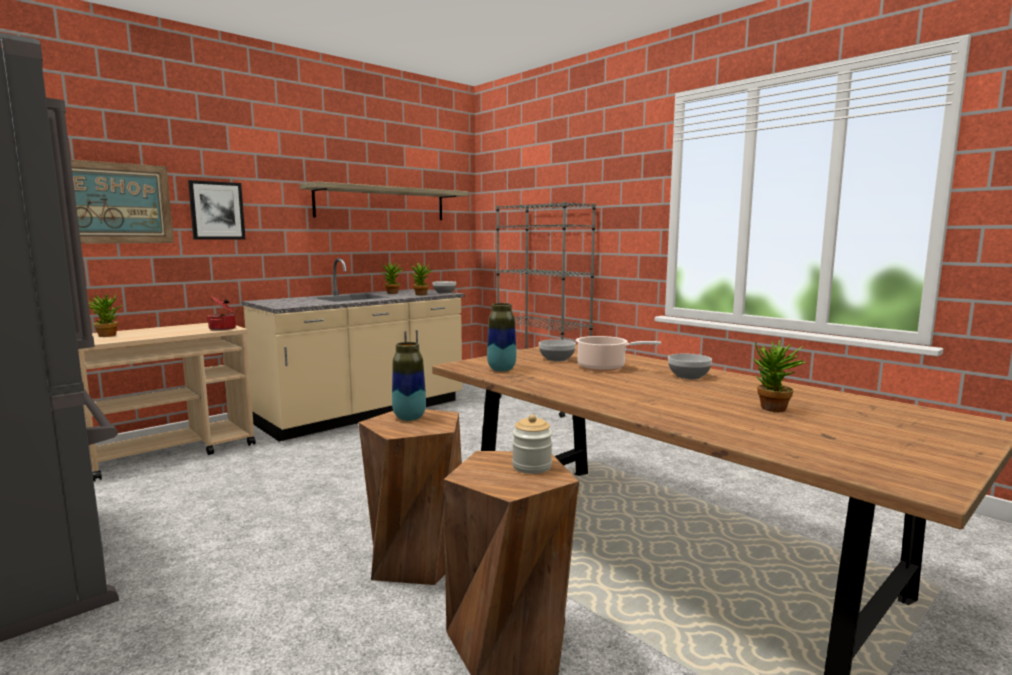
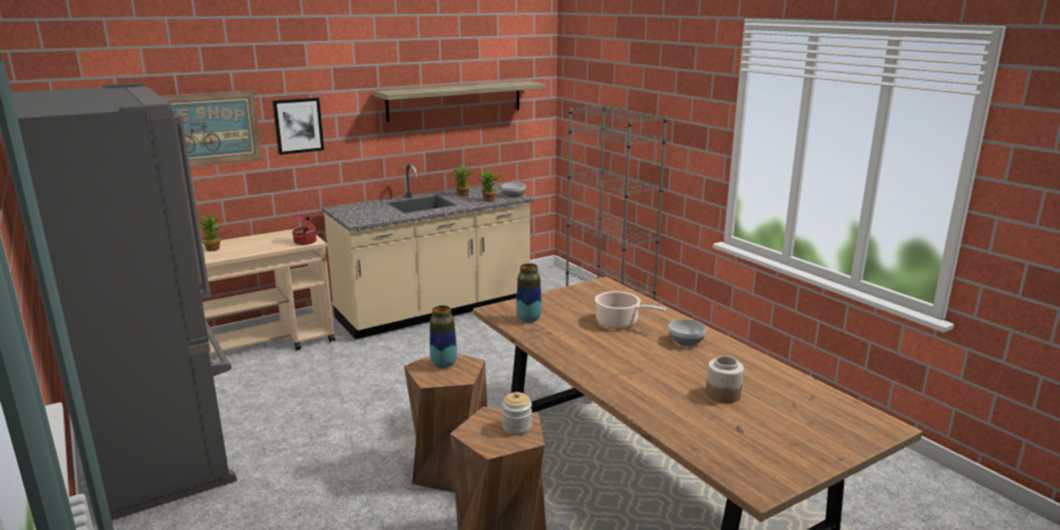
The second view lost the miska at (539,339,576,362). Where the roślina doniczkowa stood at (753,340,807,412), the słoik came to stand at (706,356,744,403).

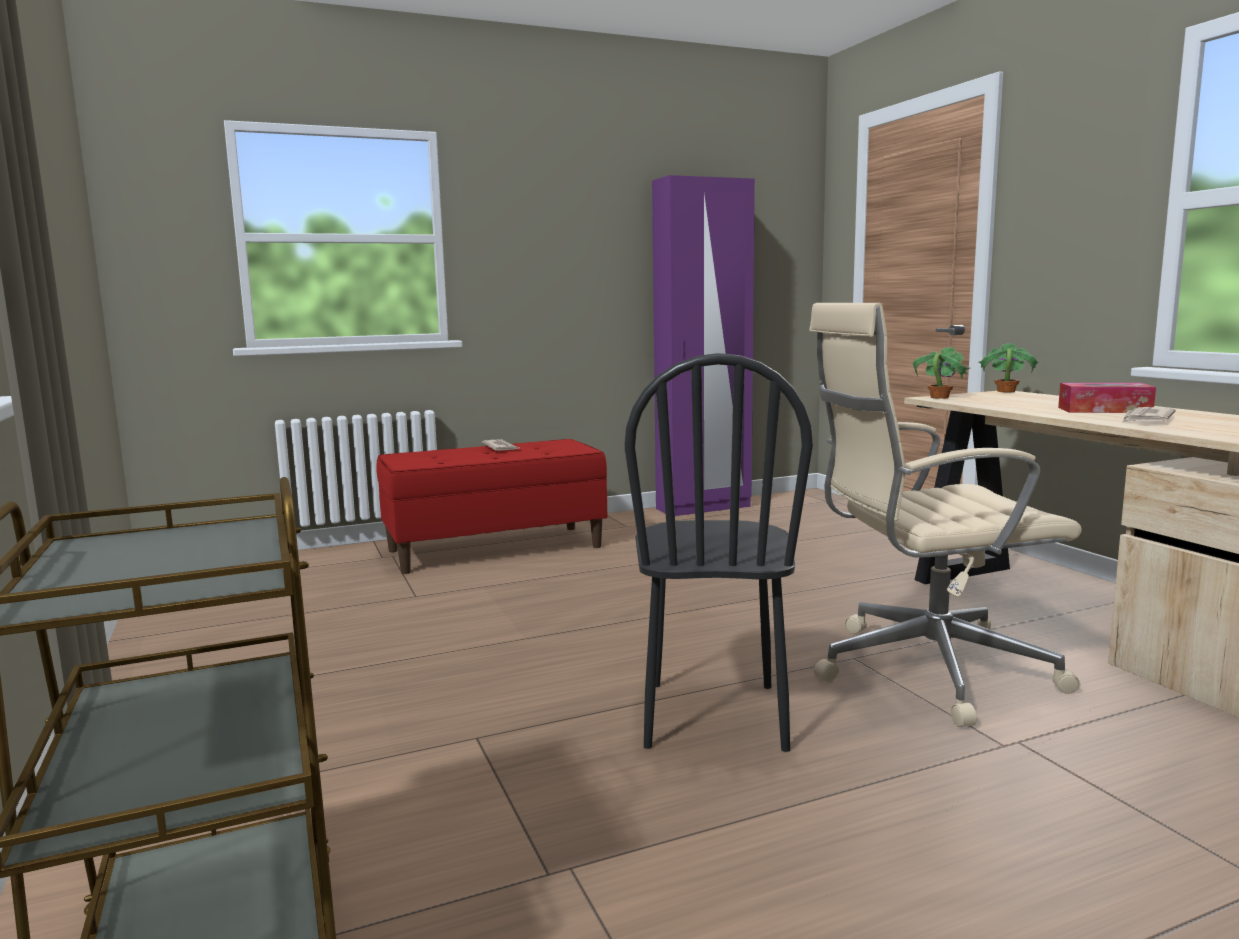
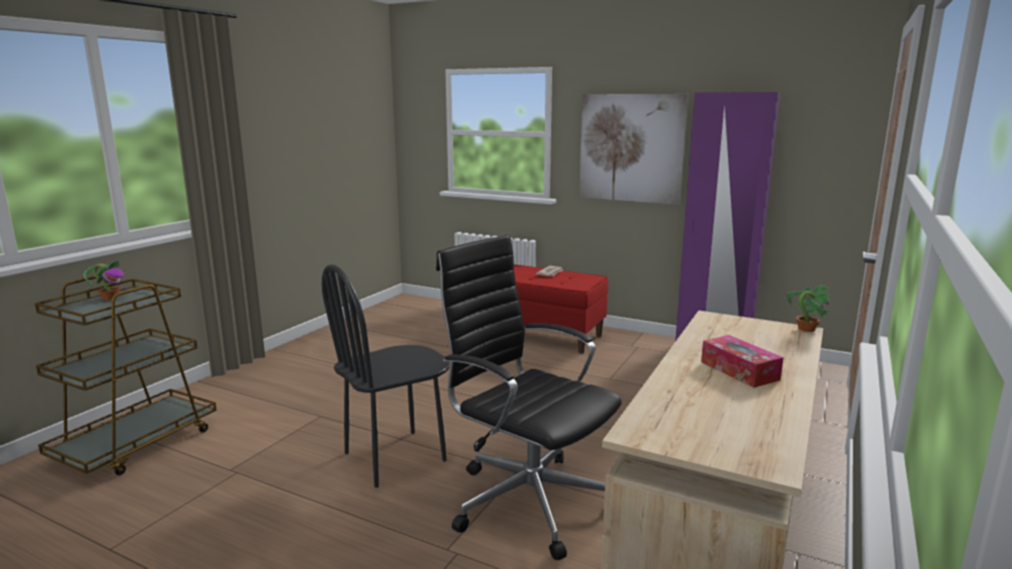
The second view lost the gazeta at (1122,407,1176,423). The second view gained the obraz at (579,94,688,205). The roślina doniczkowa ended up elsewhere, having gone from (913,346,970,399) to (83,261,124,300). What was the krzesło biurowe (beżowy) at (809,303,1082,727) turned into the krzesło biurowe (czarny) at (436,235,622,560).

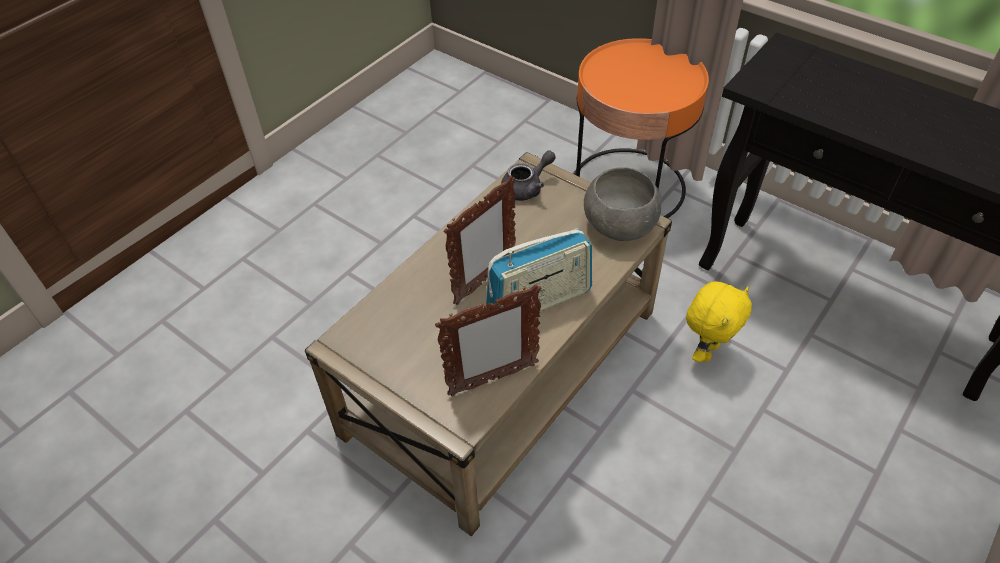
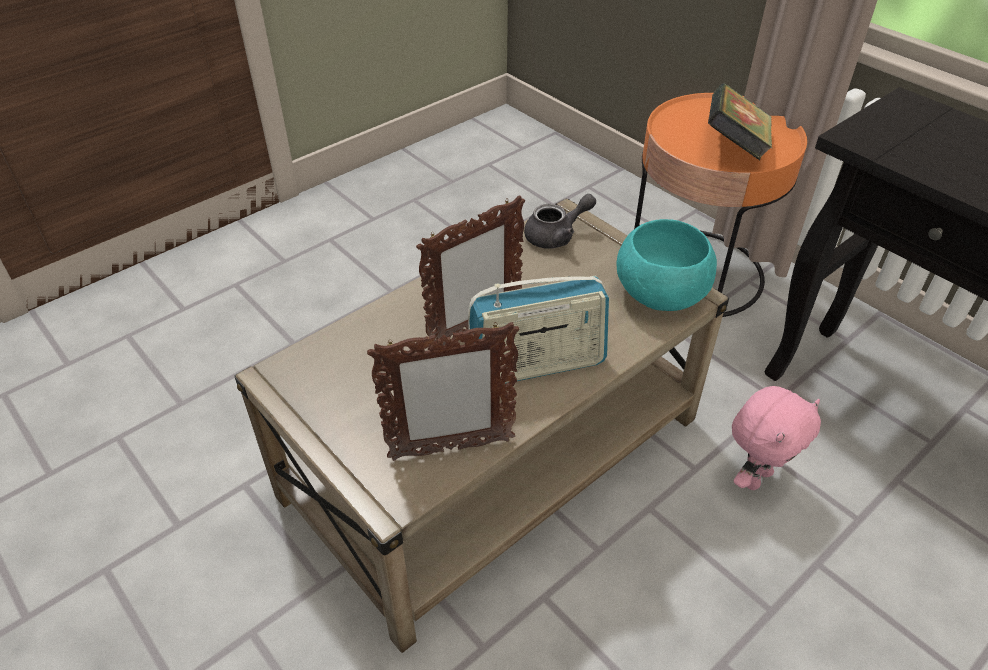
The second view gained the książka at (708,83,772,160). What was the miska (szary) at (584,167,661,241) turned into the miska (turkusowy) at (617,219,717,311). What was the pluszak (żółty) at (686,281,752,363) turned into the pluszak (różowy) at (732,386,821,490).

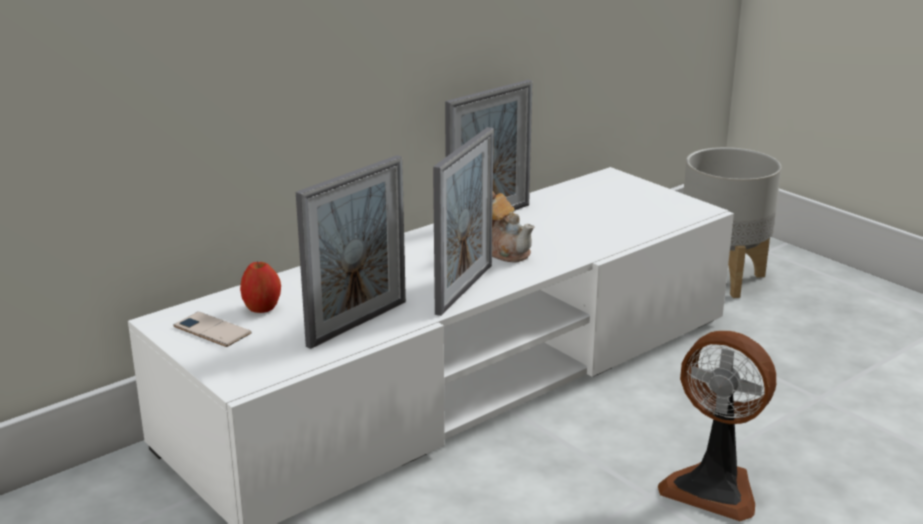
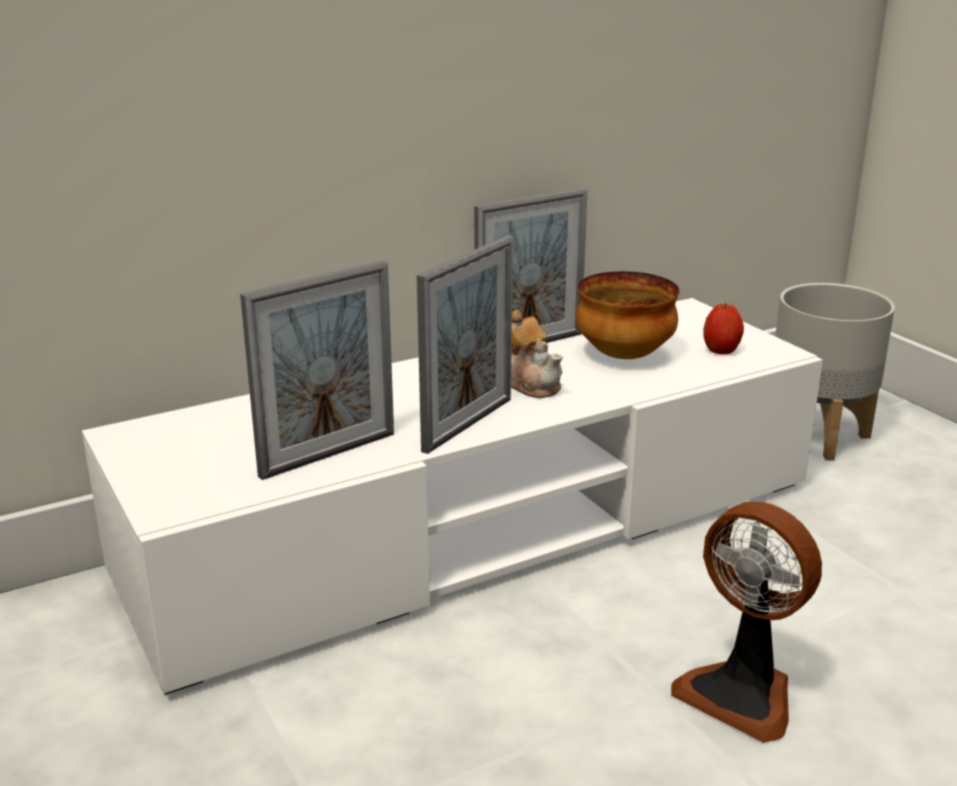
The second view lost the telefon at (173,312,252,347). The second view gained the miska at (576,271,679,359). The jabłko ended up elsewhere, having gone from (240,261,281,313) to (703,303,744,354).

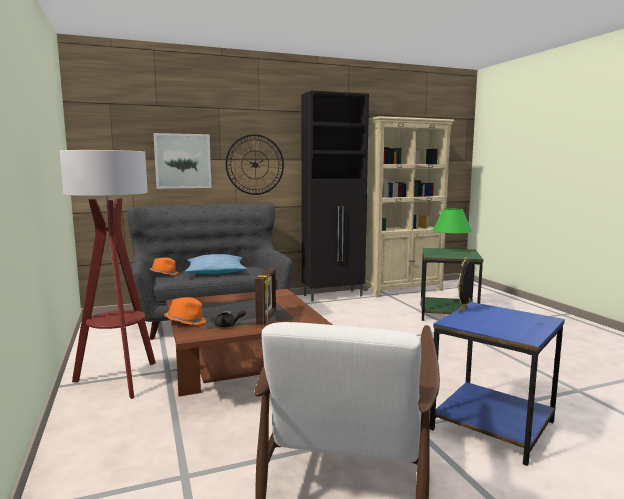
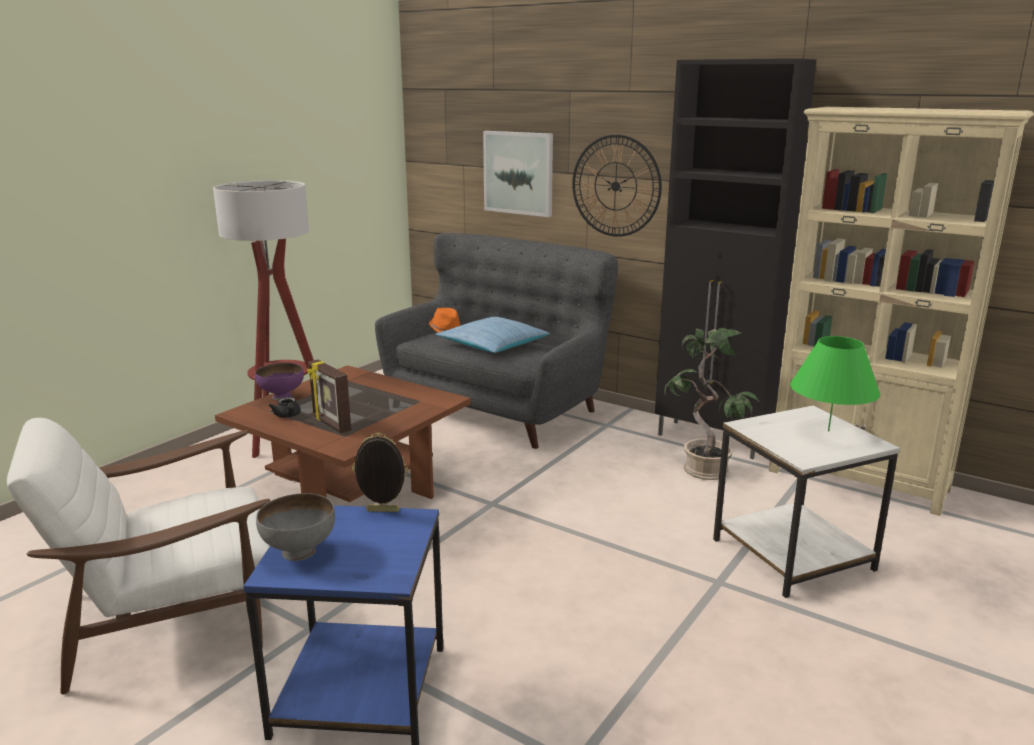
The second view gained the miska (szary) at (256,493,335,561). The second view gained the roślina doniczkowa at (664,328,760,480). Where the kapelusz (pomarańczowy) stood at (164,297,207,325), the miska (fioletowy) came to stand at (255,363,304,401). What was the stolik (zielony) at (421,248,483,321) turned into the stolik (biały) at (713,406,900,598). The ramka na zdjęcie at (255,269,276,325) ended up facing another way, 75 degrees clockwise from before.

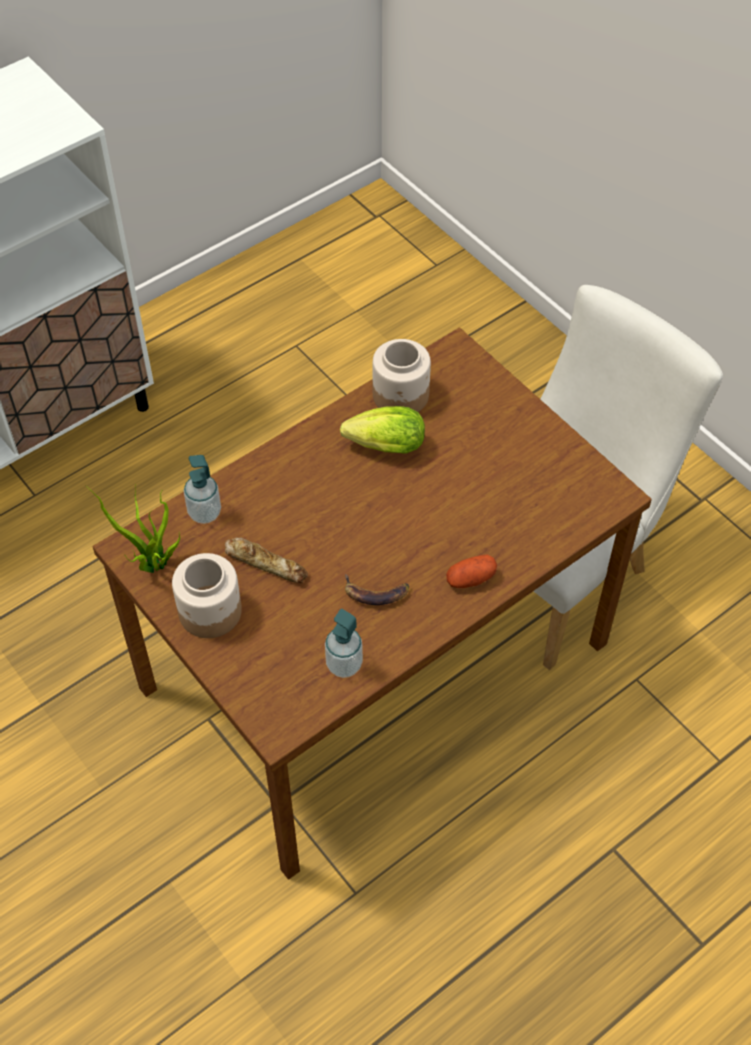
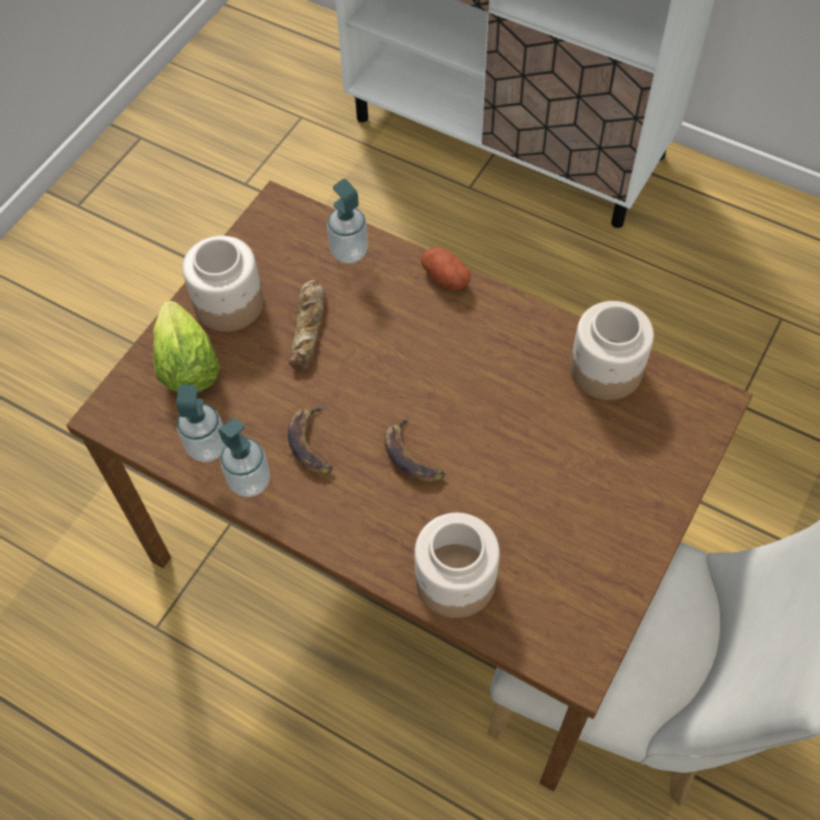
The second view lost the roślina doniczkowa at (86,485,180,573). The second view gained the dozownik mydła at (219,418,270,497). The second view gained the banan at (384,416,445,482). The second view gained the słoik at (414,513,500,618). The sałata ended up elsewhere, having gone from (340,406,425,454) to (153,301,220,393). The ziemniak ended up elsewhere, having gone from (446,554,497,588) to (421,247,470,291).

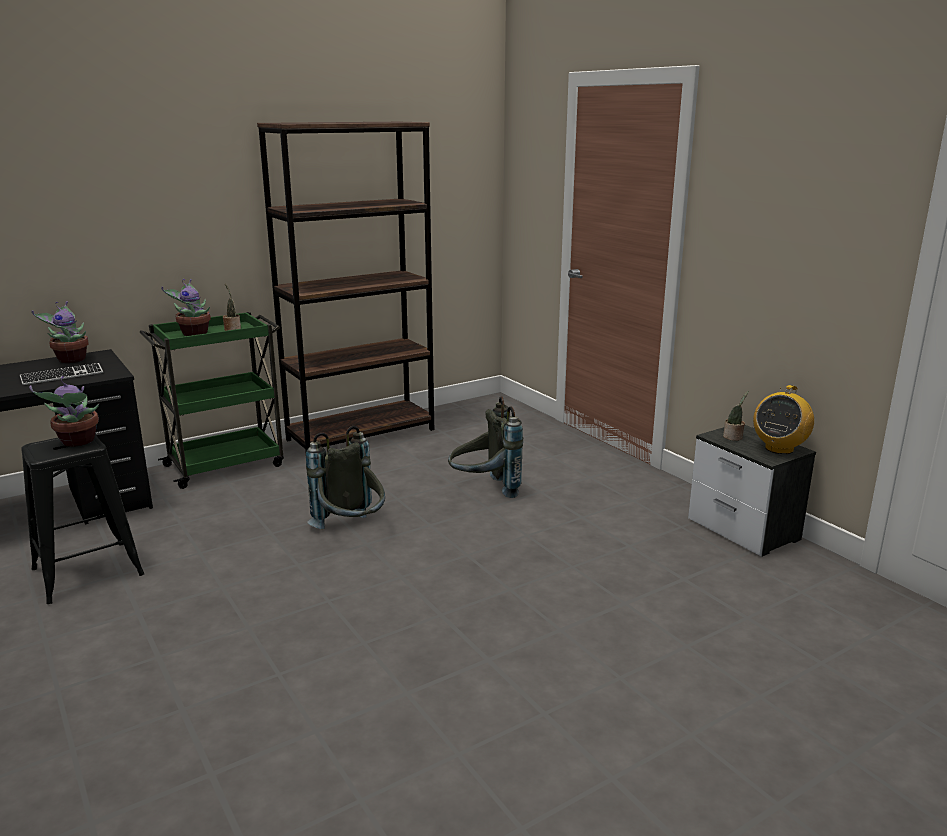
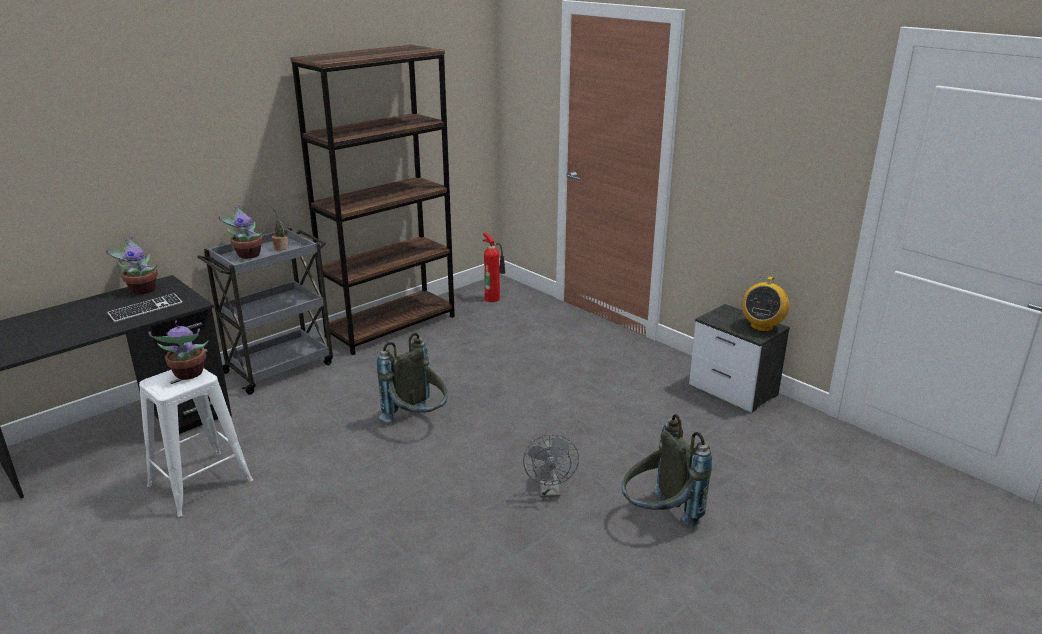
The second view lost the roślina doniczkowa at (723,391,749,441). The second view gained the gaśnica at (483,233,506,302). The second view gained the wentylator (szary) at (523,434,579,497). The plecak (szary) ended up elsewhere, having gone from (448,396,523,498) to (622,414,712,527). What was the stołek (czarny) at (21,434,144,604) turned into the stołek (biały) at (139,368,253,517). What was the wózek (zielony) at (139,312,284,489) turned into the wózek (szary) at (197,228,333,395).

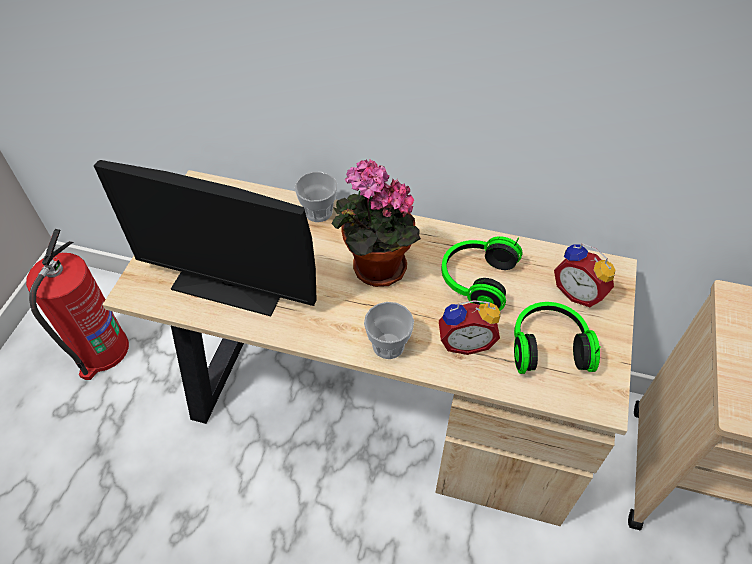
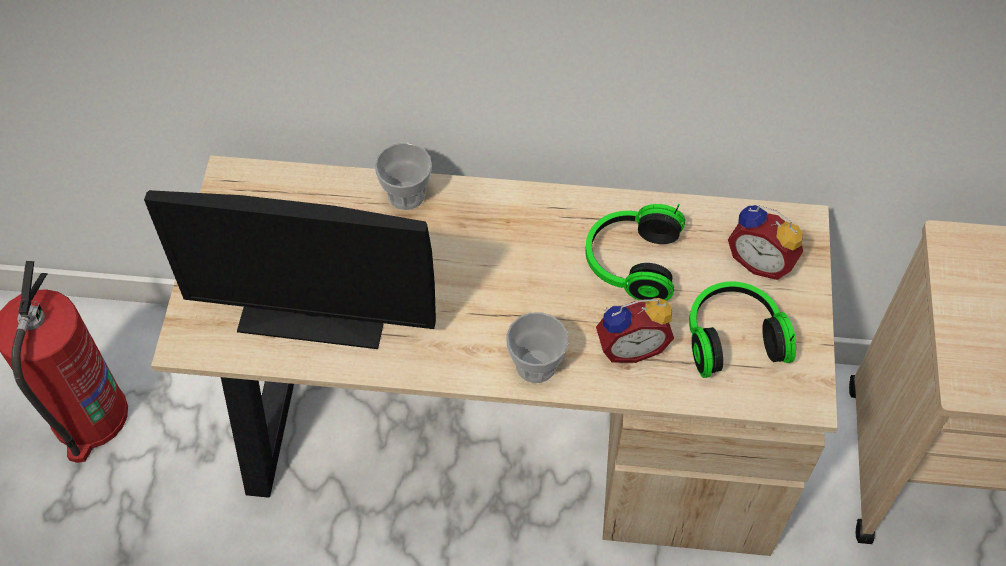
The second view lost the roślina doniczkowa at (331,159,421,287).

